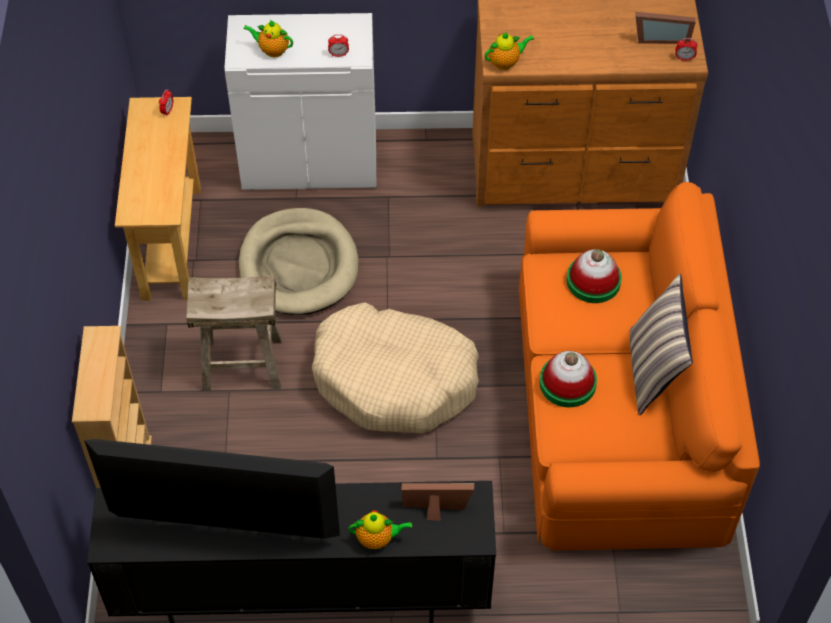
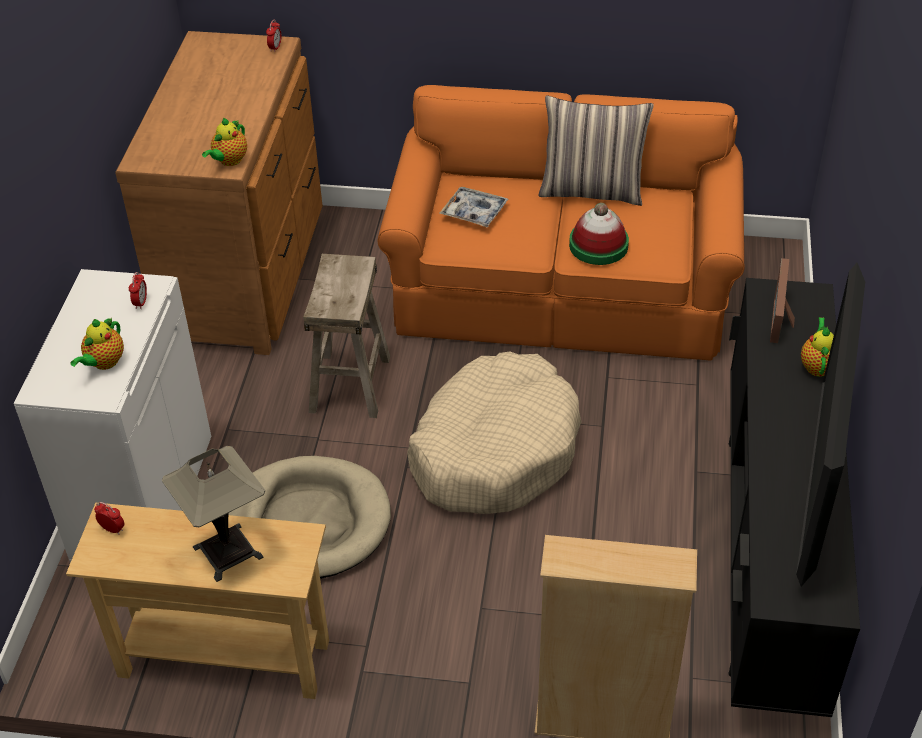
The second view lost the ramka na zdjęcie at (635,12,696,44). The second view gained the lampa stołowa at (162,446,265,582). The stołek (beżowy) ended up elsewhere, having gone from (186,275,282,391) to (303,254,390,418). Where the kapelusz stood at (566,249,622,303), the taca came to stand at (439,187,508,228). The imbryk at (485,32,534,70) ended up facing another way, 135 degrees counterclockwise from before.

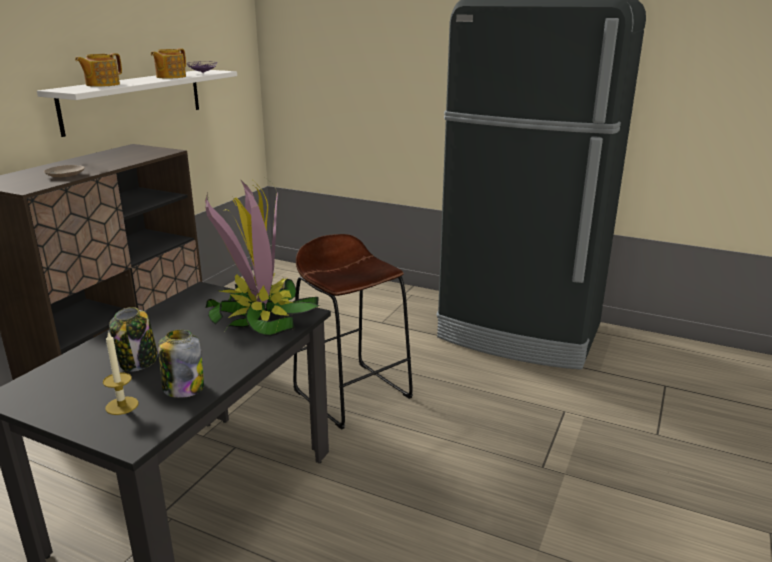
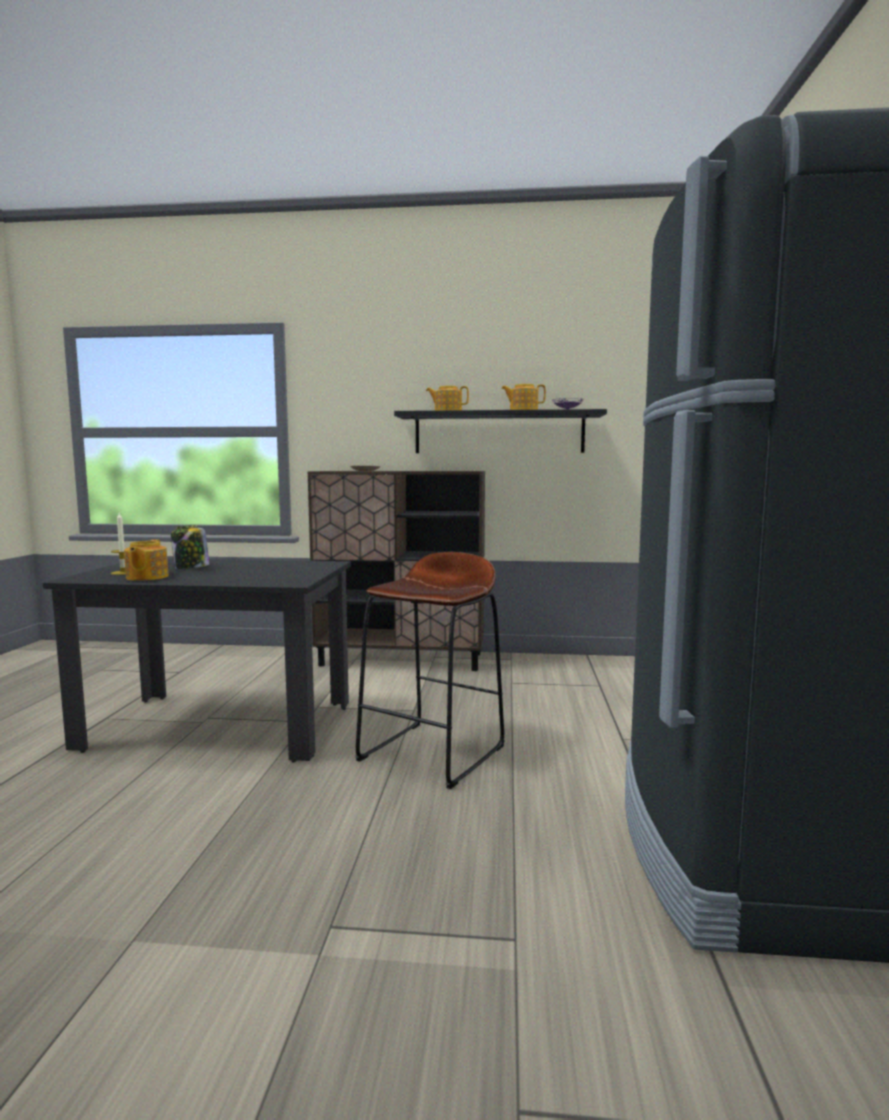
The second view lost the roślina doniczkowa at (205,176,320,336). Where the słoik stood at (158,329,204,398), the imbryk came to stand at (124,539,169,581). What was the półka (biały) at (37,70,237,137) turned into the półka (czarny) at (394,409,607,453).

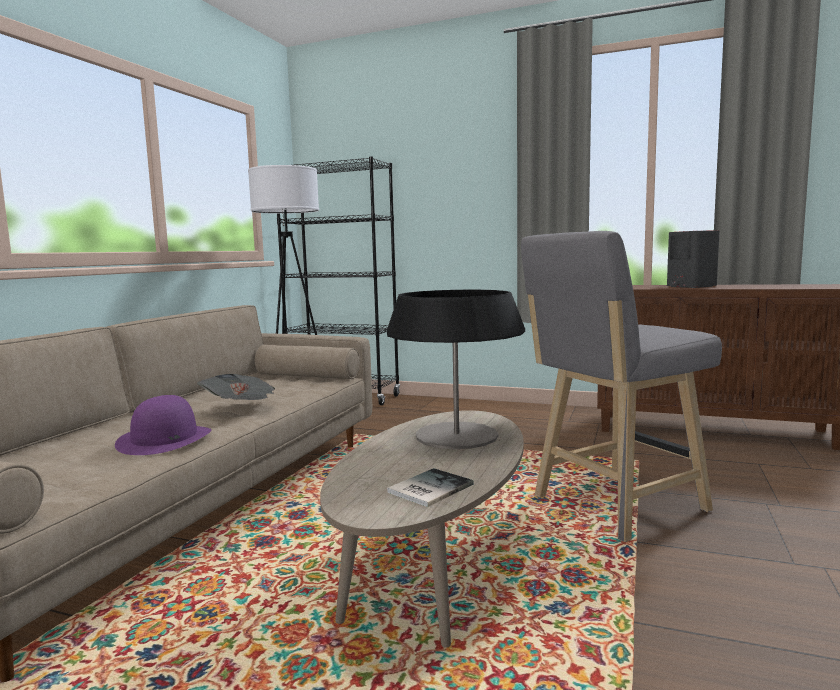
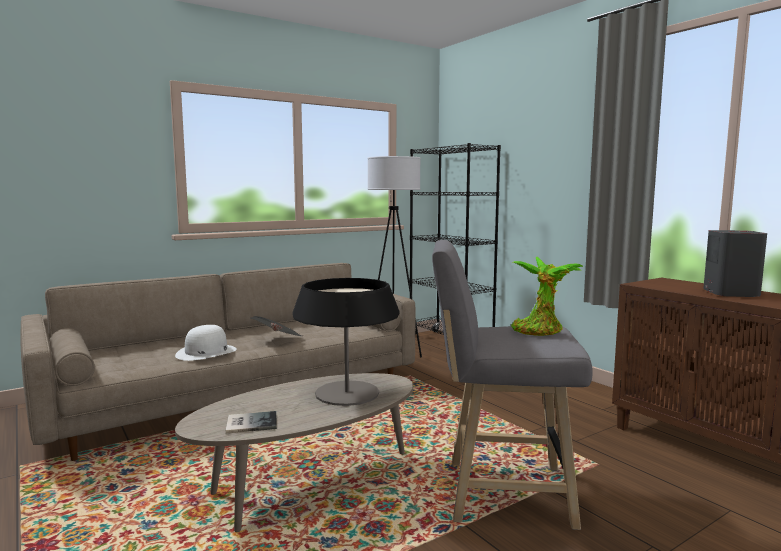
The second view gained the roślina doniczkowa at (511,257,583,336). What was the kapelusz (fioletowy) at (115,395,211,455) turned into the kapelusz (biały) at (175,325,237,361).

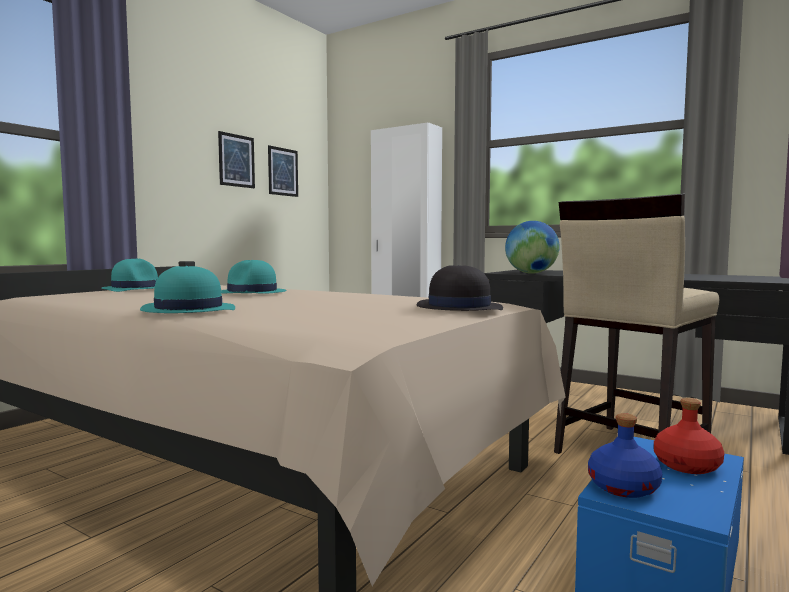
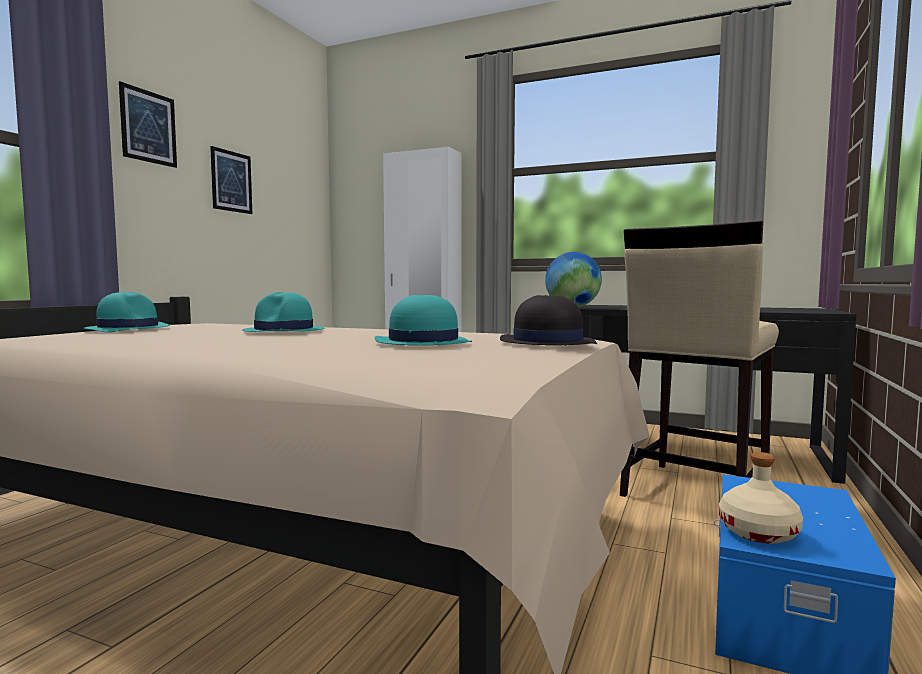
The second view lost the butelka (czerwony) at (654,398,725,474). The kapelusz (turkusowy) ended up elsewhere, having gone from (140,266,235,313) to (375,295,472,345). The obraz ended up elsewhere, having gone from (268,145,298,197) to (119,81,177,168). What was the butelka (niebieski) at (588,413,662,498) turned into the butelka (beżowy) at (719,452,803,544).

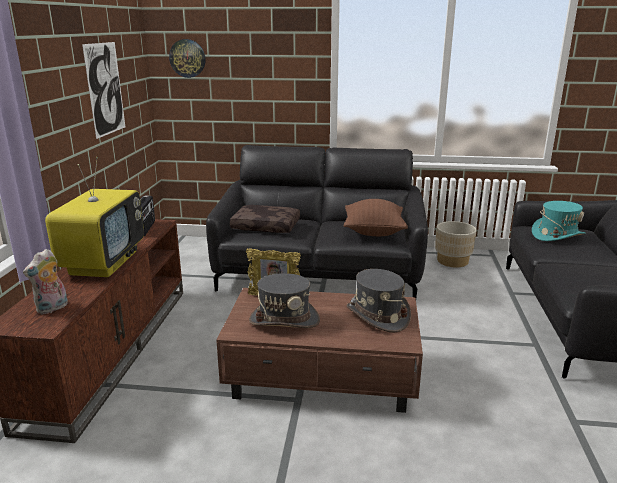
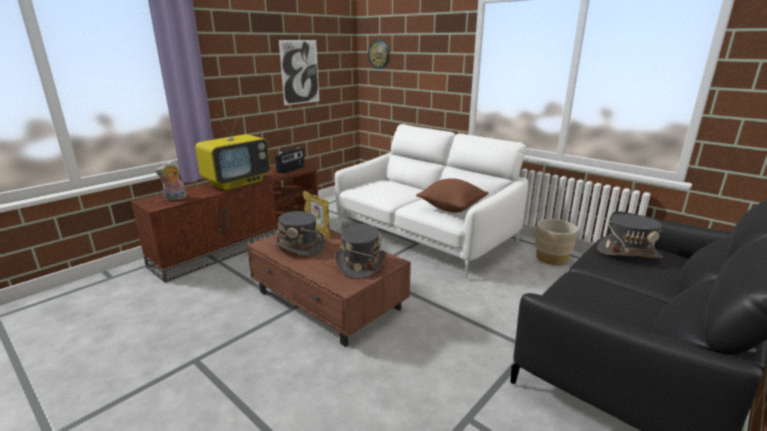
The second view lost the poduszka (brązowy) at (230,205,300,233). What was the kanapa (czarny) at (206,145,428,298) turned into the kanapa (biały) at (335,124,528,278). What was the kapelusz (turkusowy) at (532,201,585,241) turned into the kapelusz (szary) at (597,214,663,258).

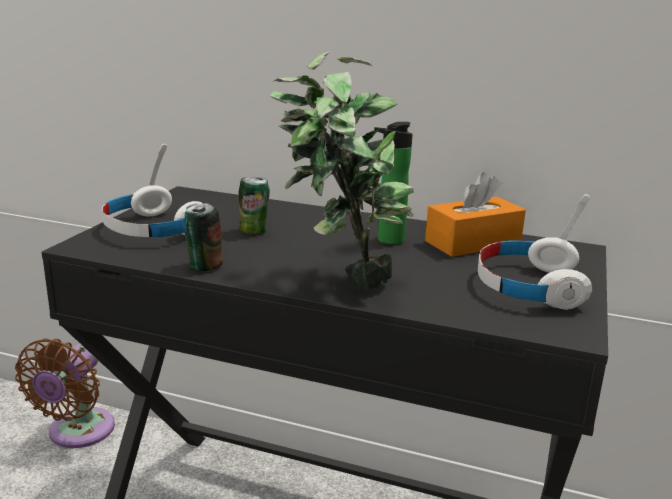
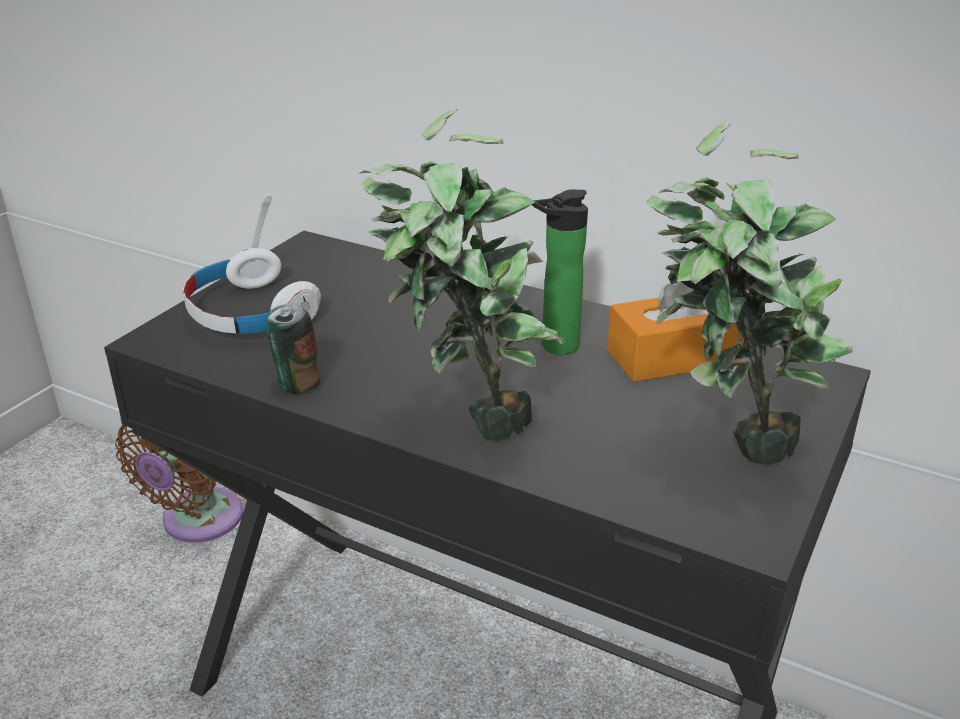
The second view lost the puszka at (238,178,270,234). Where the słuchawki (biały) stood at (478,194,592,310), the roślina doniczkowa came to stand at (646,120,853,465).

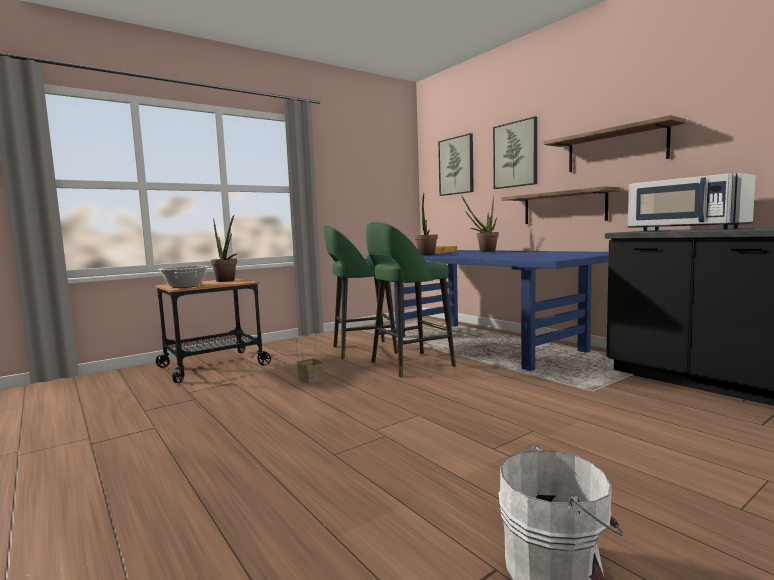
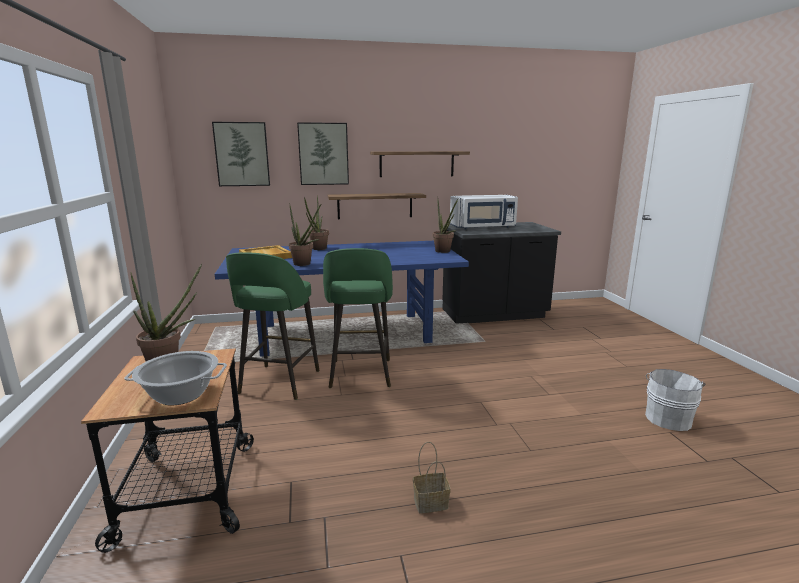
The second view gained the roślina doniczkowa at (433,198,459,253). The koszyk ended up elsewhere, having gone from (296,334,324,384) to (413,442,450,514).

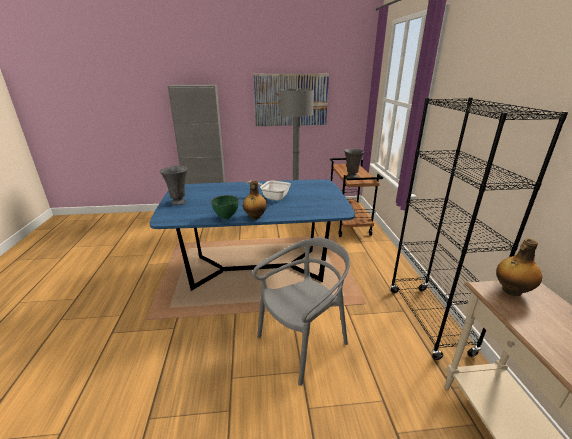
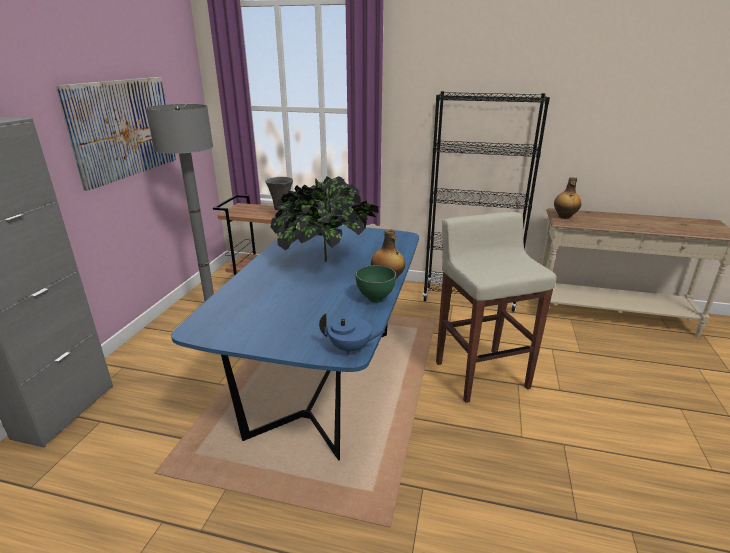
The second view lost the wazon (szary) at (160,165,188,205). The second view gained the imbryk (niebieski) at (319,313,385,355). Where the patelnia stood at (247,180,291,201), the roślina doniczkowa came to stand at (271,176,378,262). Where the krzesło (szary) stood at (252,238,350,386), the stołek (beżowy) came to stand at (436,212,557,403).

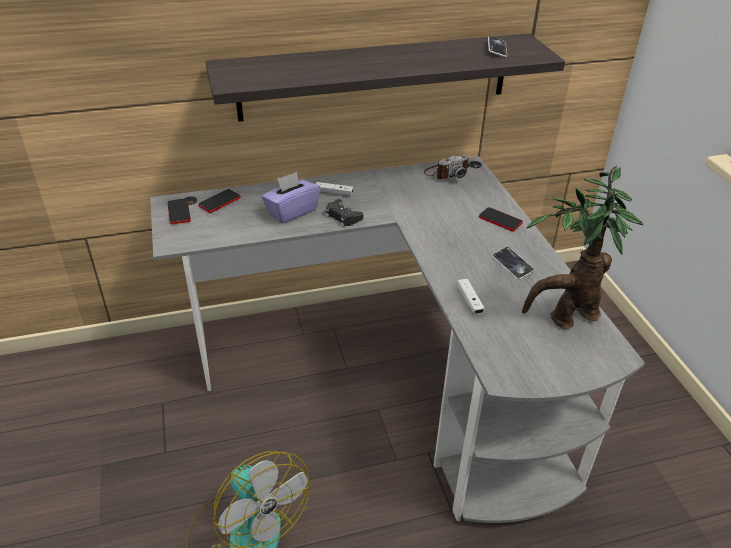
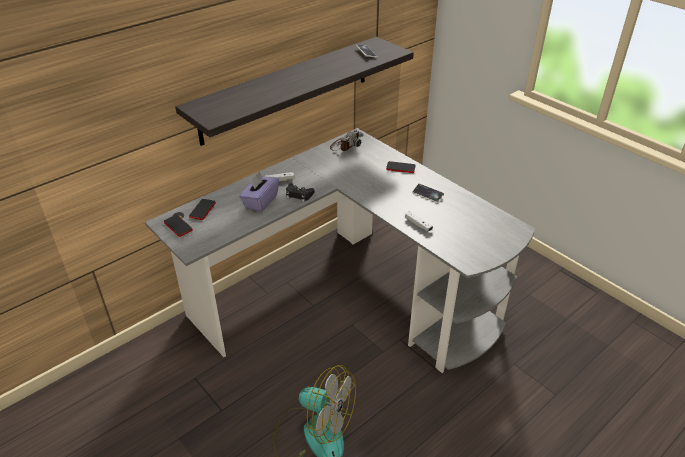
The second view lost the roślina doniczkowa at (522,166,643,329).

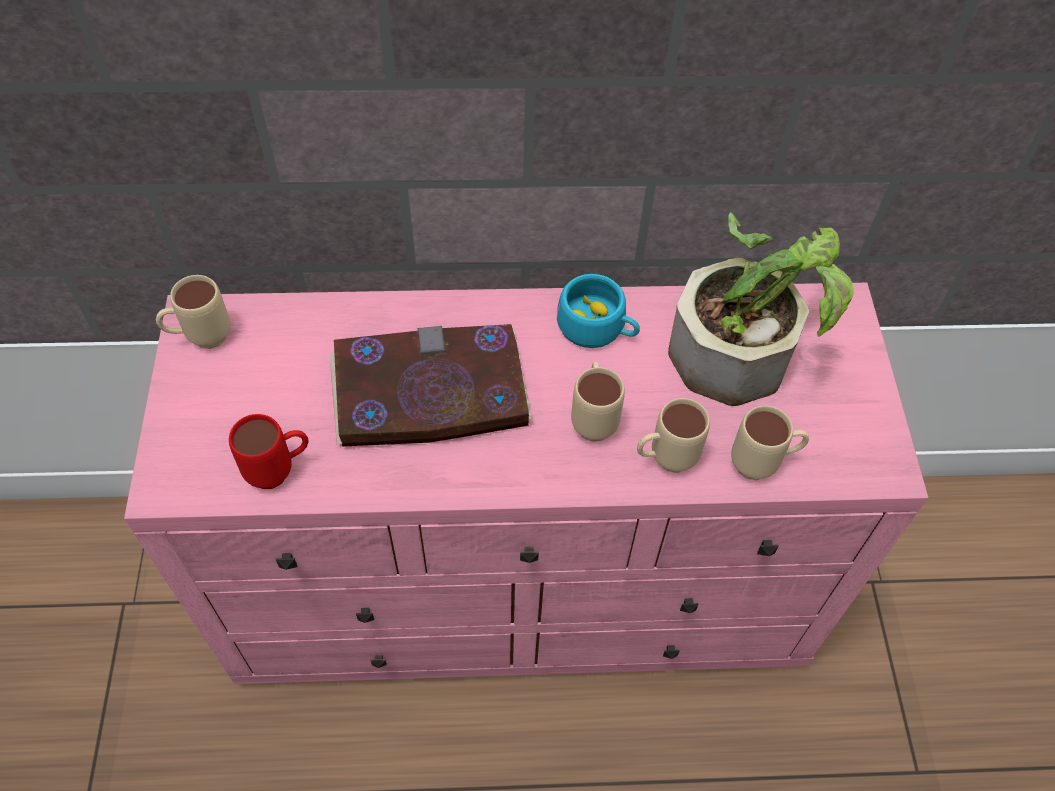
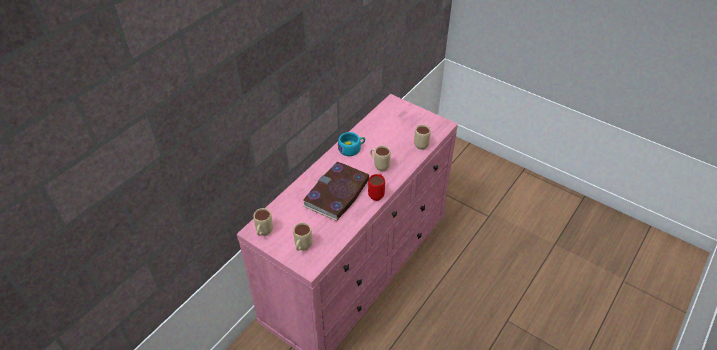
The second view lost the roślina doniczkowa at (668,212,854,406). The kubek (czerwony) ended up elsewhere, having gone from (229,414,309,489) to (368,174,385,201). The kubek (beżowy) ended up elsewhere, having gone from (637,398,710,473) to (293,223,312,251).

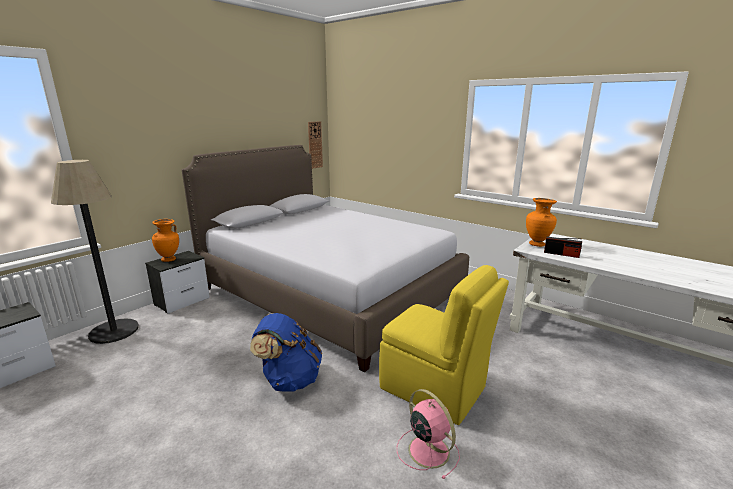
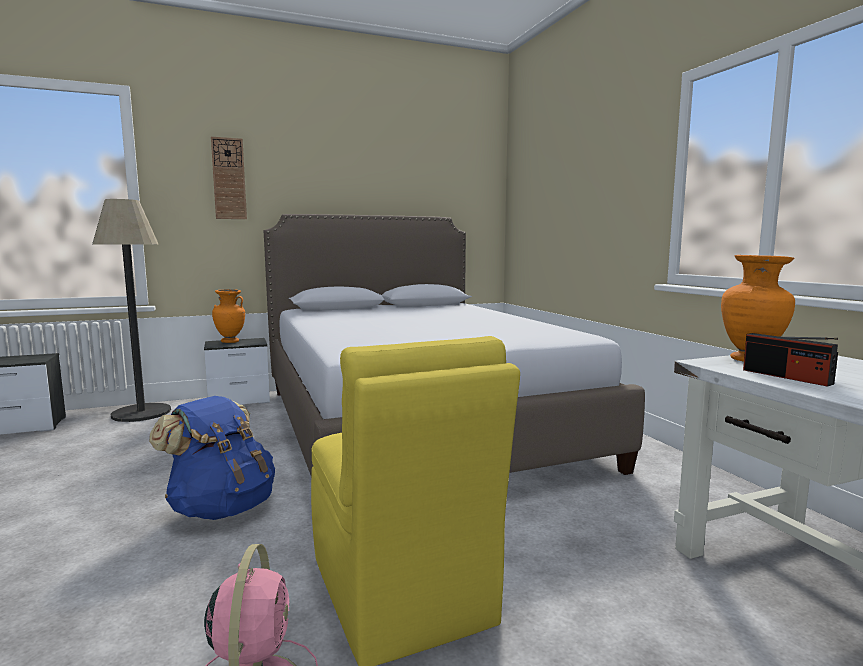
The zegar ścienny ended up elsewhere, having gone from (308,121,323,169) to (211,137,247,219).

